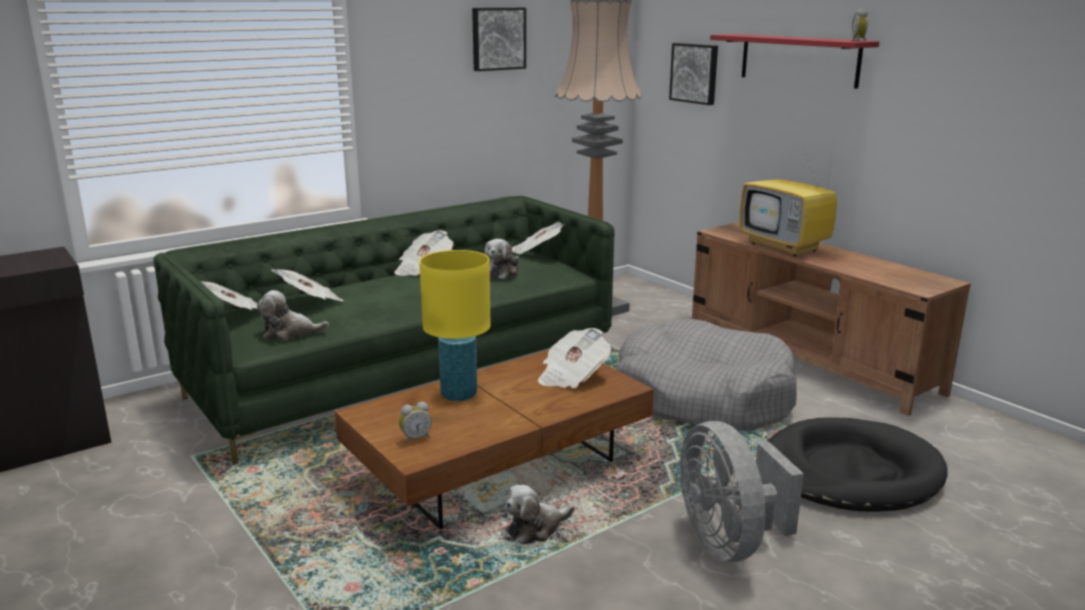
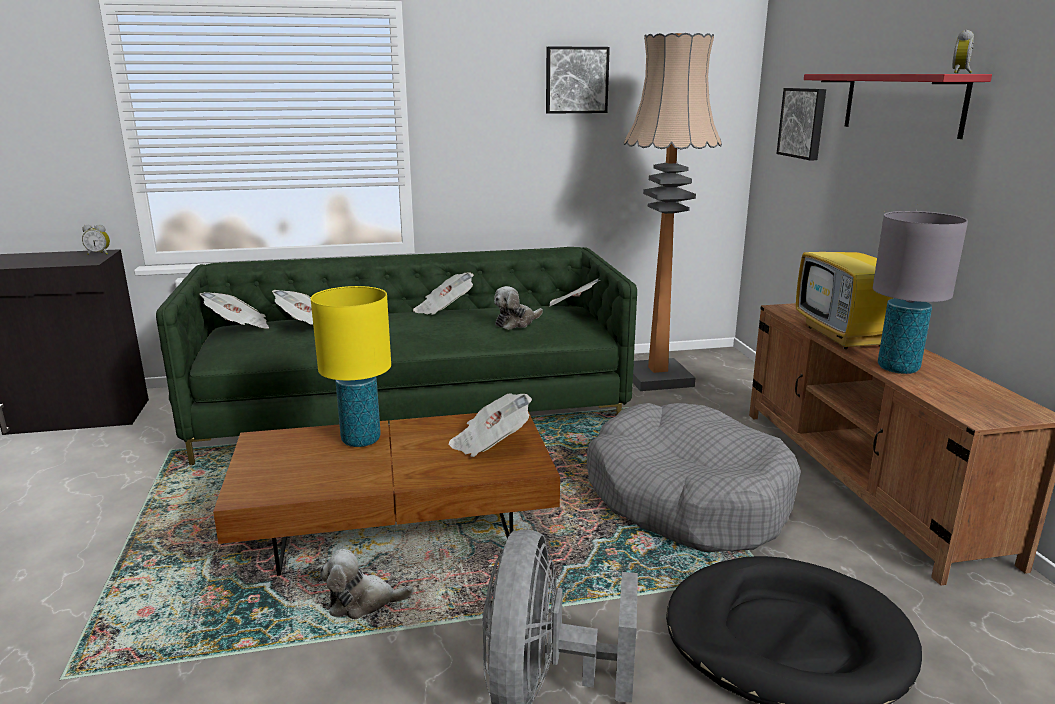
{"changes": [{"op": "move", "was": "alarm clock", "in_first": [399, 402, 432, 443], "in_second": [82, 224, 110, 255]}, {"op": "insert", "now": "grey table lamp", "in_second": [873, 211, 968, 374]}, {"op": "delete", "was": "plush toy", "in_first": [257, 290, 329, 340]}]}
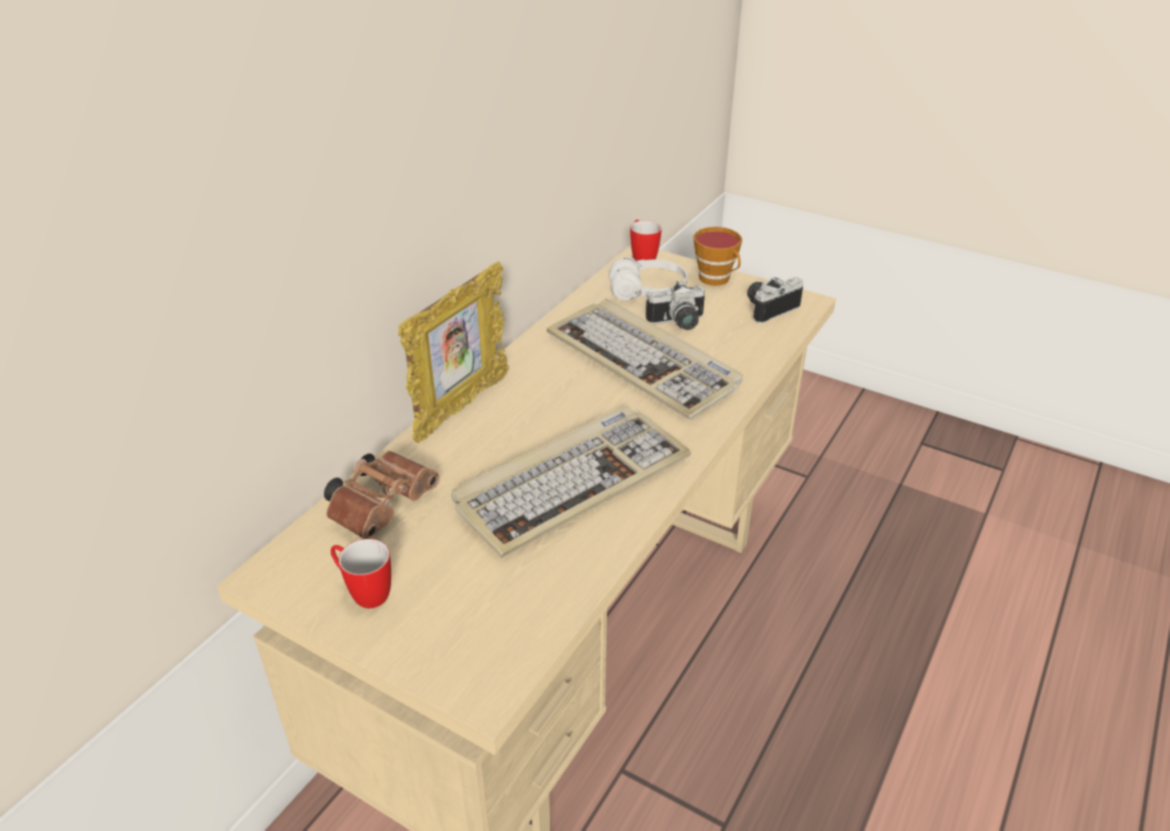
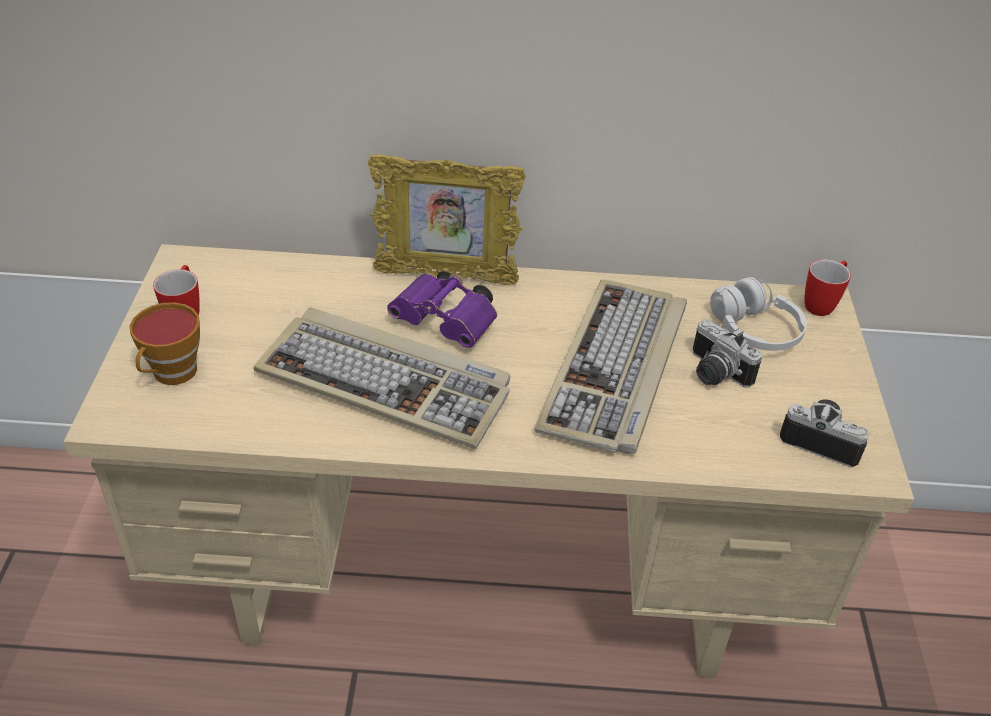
{"changes": [{"op": "move", "was": "cup", "in_first": [693, 227, 742, 286], "in_second": [130, 302, 200, 385]}, {"op": "insert", "now": "purple binoculars", "in_second": [387, 271, 497, 348]}, {"op": "delete", "was": "brown binoculars", "in_first": [324, 451, 439, 539]}]}
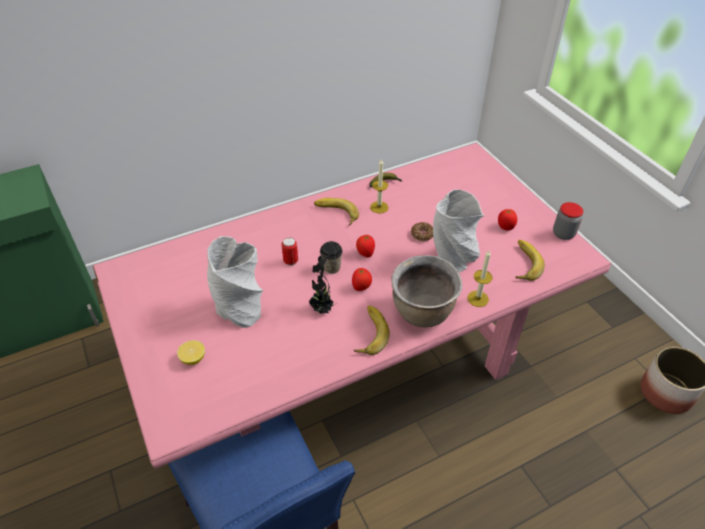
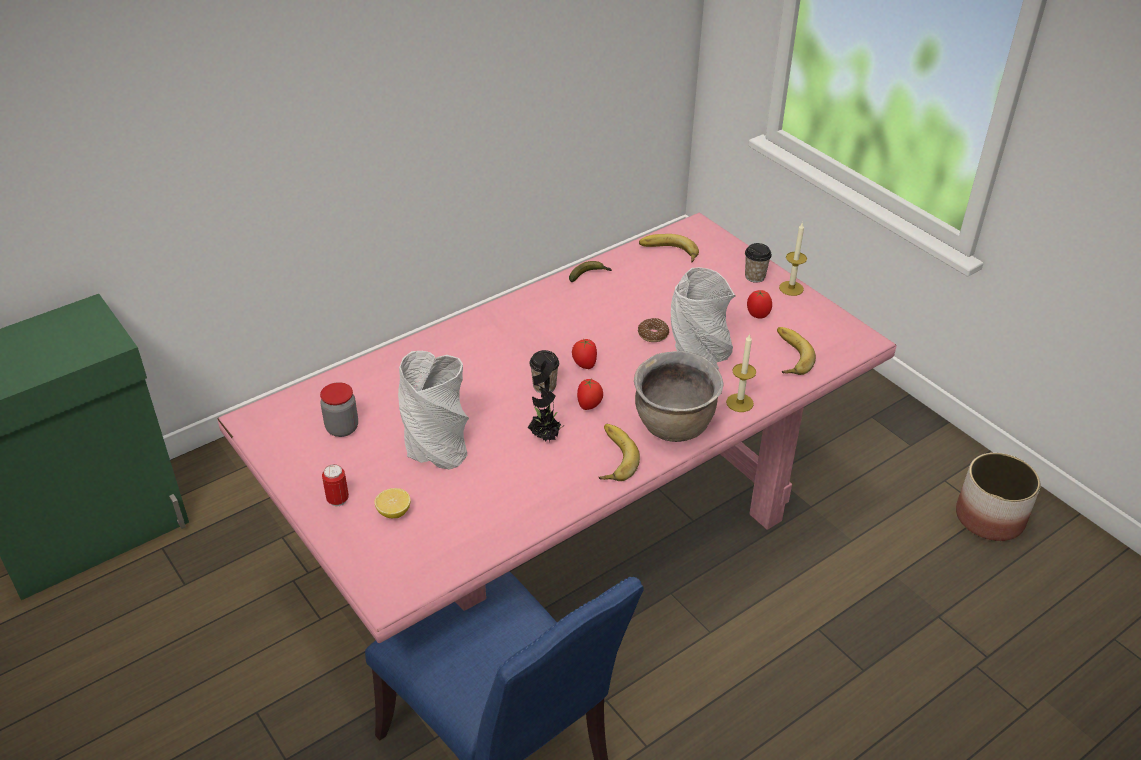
{"changes": [{"op": "move", "was": "jar", "in_first": [553, 202, 583, 240], "in_second": [320, 382, 358, 437]}, {"op": "move", "was": "can", "in_first": [281, 237, 298, 266], "in_second": [322, 464, 349, 506]}, {"op": "move", "was": "banana", "in_first": [314, 198, 359, 225], "in_second": [639, 234, 699, 263]}, {"op": "insert", "now": "cup", "in_second": [745, 243, 772, 283]}, {"op": "move", "was": "candle", "in_first": [370, 158, 388, 214], "in_second": [779, 223, 807, 296]}]}
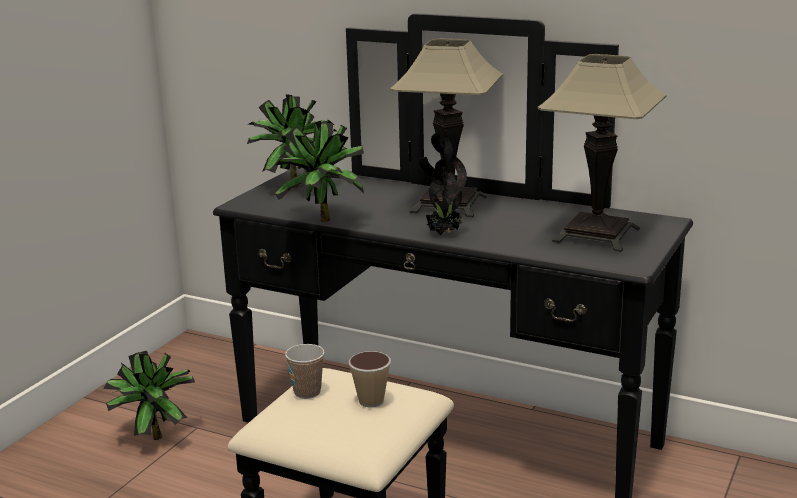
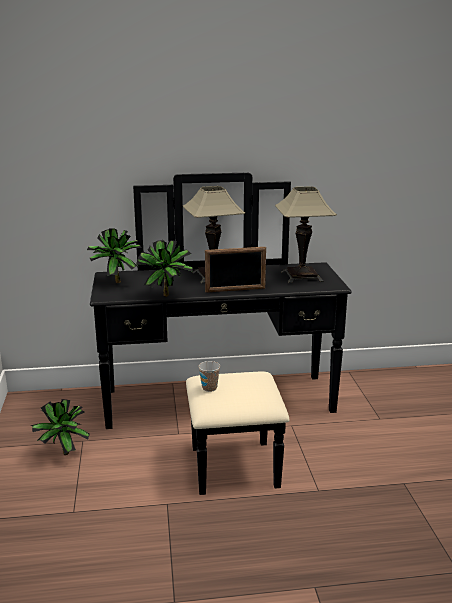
{"changes": [{"op": "replace", "was": "potted plant", "now": "picture frame", "in_first": [418, 133, 467, 235], "in_second": [205, 247, 266, 293]}, {"op": "delete", "was": "cup", "in_first": [349, 351, 391, 408]}]}
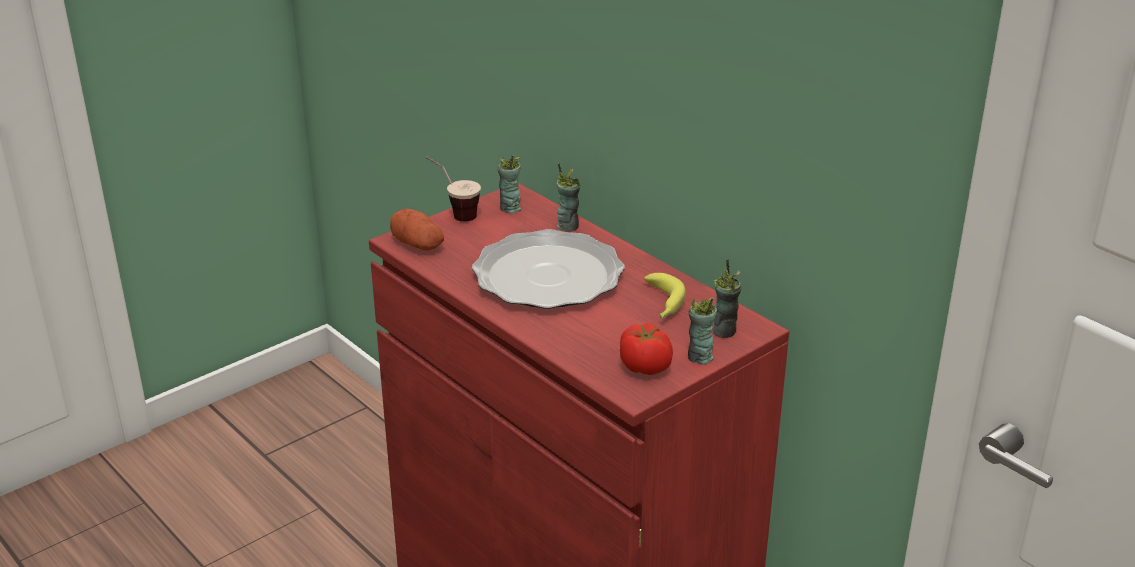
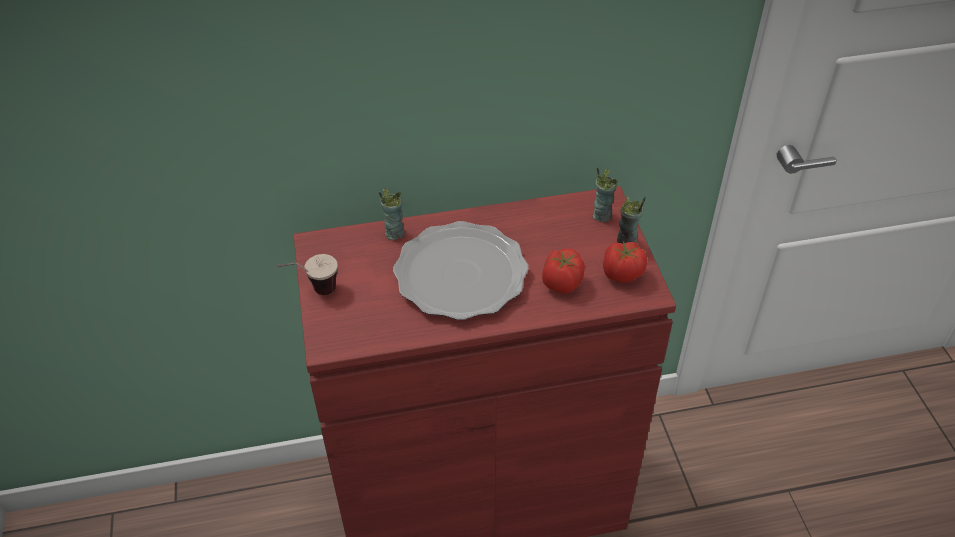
{"changes": [{"op": "insert", "now": "tomato", "in_second": [542, 248, 585, 293]}, {"op": "delete", "was": "potato", "in_first": [390, 208, 444, 251]}, {"op": "delete", "was": "cup", "in_first": [497, 155, 521, 214]}, {"op": "delete", "was": "banana", "in_first": [644, 273, 686, 319]}]}
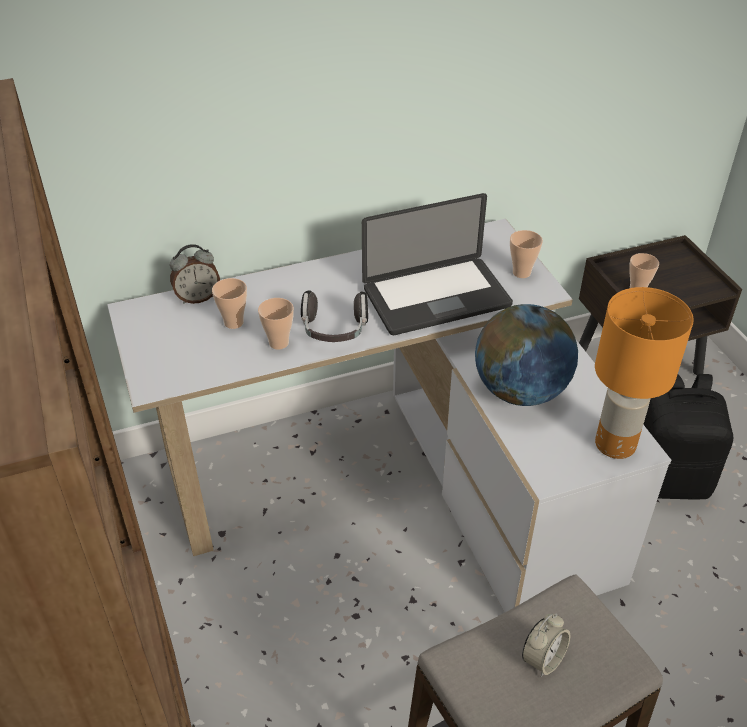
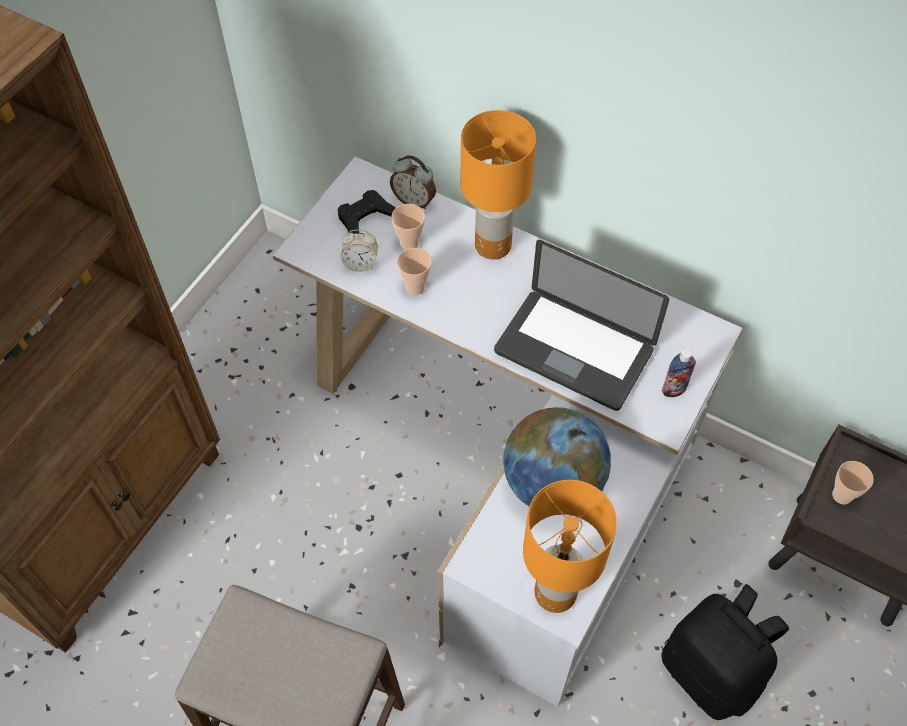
{"changes": [{"op": "insert", "now": "black game controller", "in_second": [338, 190, 396, 234]}, {"op": "move", "was": "alarm clock", "in_first": [522, 614, 571, 677], "in_second": [341, 230, 378, 272]}, {"op": "insert", "now": "orange table lamp", "in_second": [461, 110, 536, 259]}, {"op": "replace", "was": "cup", "now": "bottle", "in_first": [510, 230, 543, 278], "in_second": [662, 348, 696, 397]}, {"op": "delete", "was": "headphones", "in_first": [301, 290, 368, 342]}]}
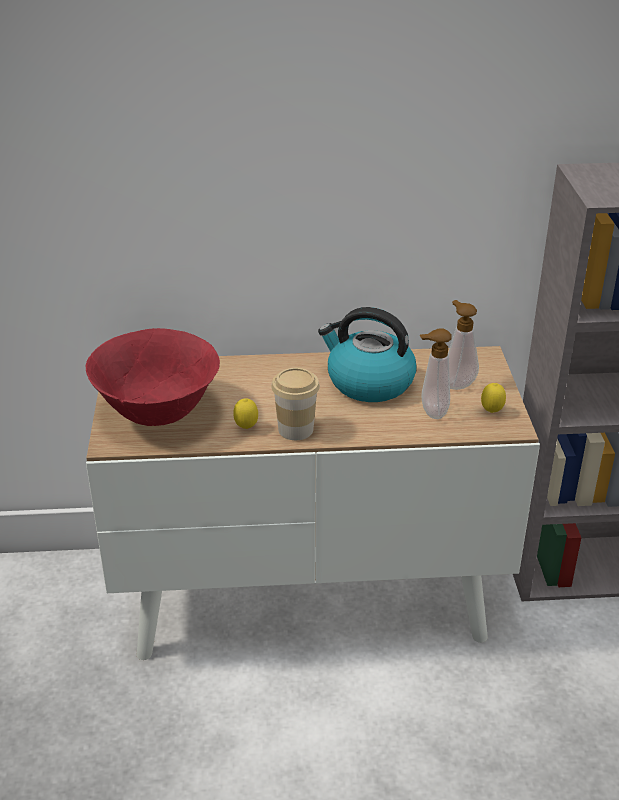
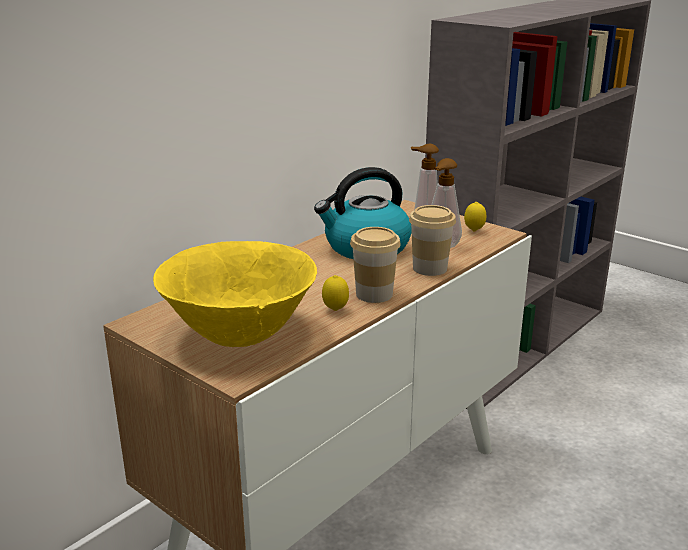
{"changes": [{"op": "recolor", "was": "red bowl", "now": "yellow bowl", "in_first": [85, 328, 220, 426], "in_second": [153, 241, 317, 347]}, {"op": "insert", "now": "cup", "in_second": [409, 205, 456, 276]}]}
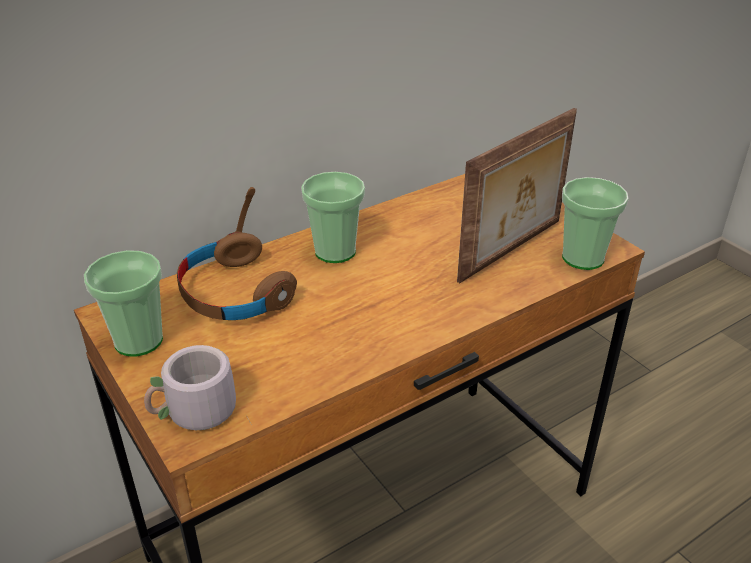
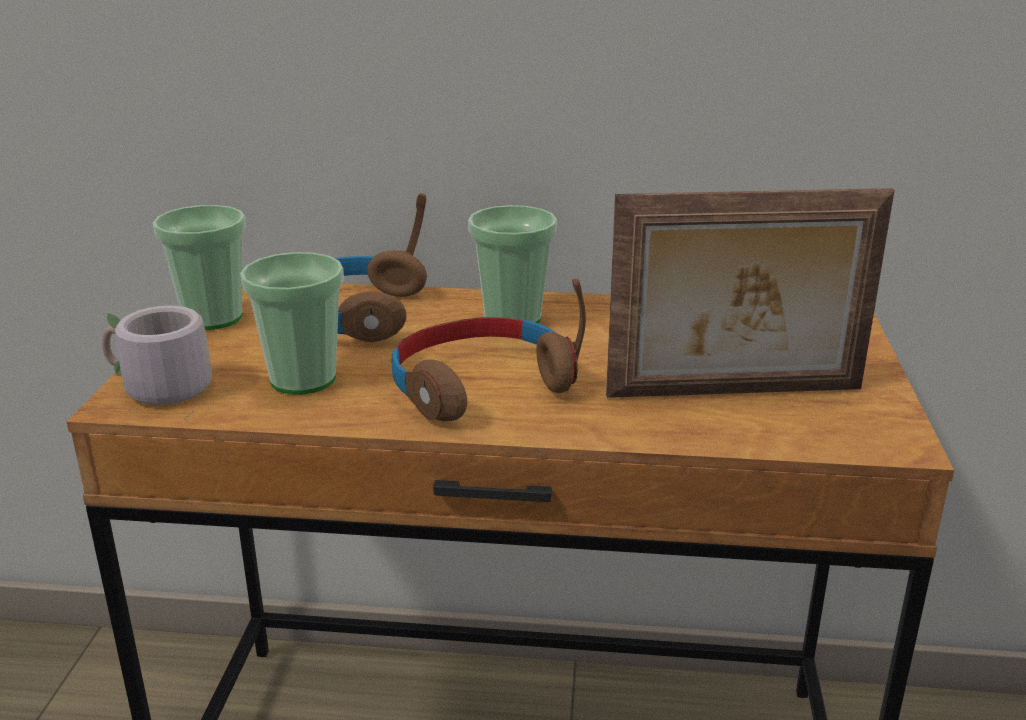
{"changes": [{"op": "move", "was": "cup", "in_first": [562, 177, 629, 270], "in_second": [240, 252, 344, 395]}, {"op": "insert", "now": "brown headphones", "in_second": [392, 279, 586, 421]}]}
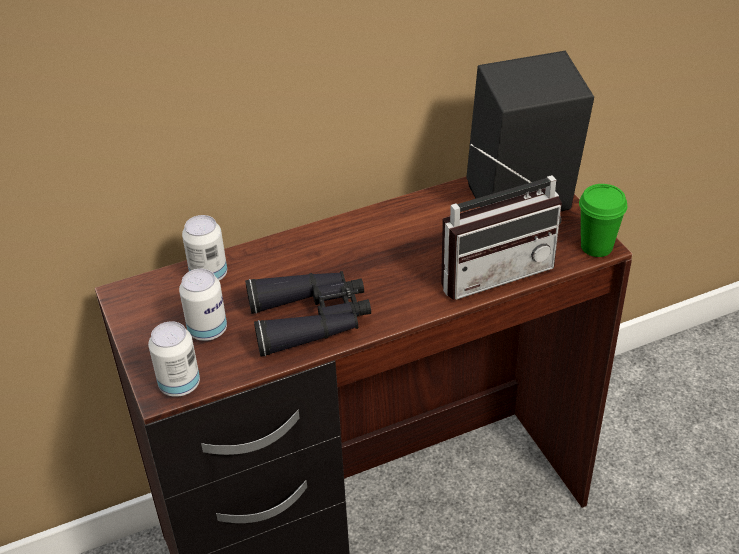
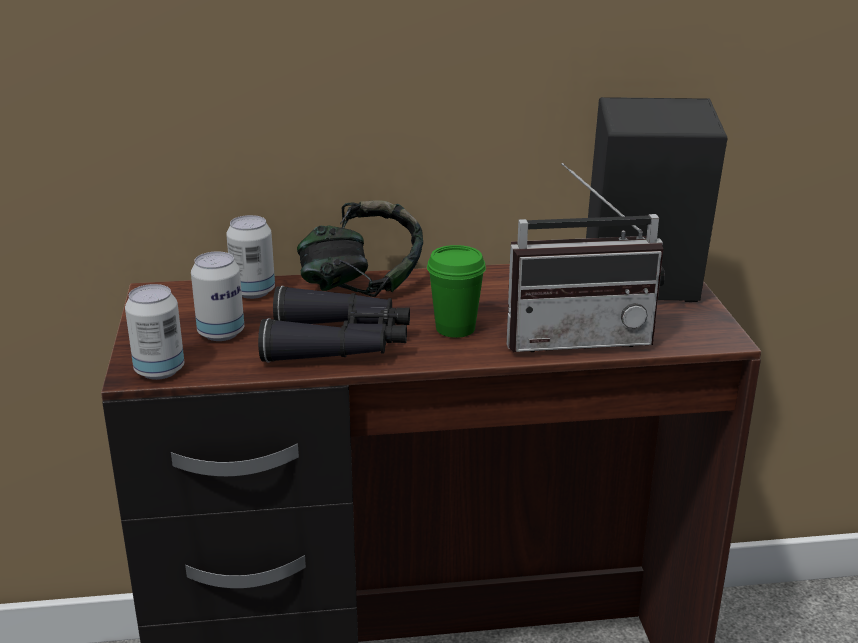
{"changes": [{"op": "insert", "now": "headphones", "in_second": [297, 200, 423, 297]}, {"op": "move", "was": "green cup", "in_first": [579, 184, 627, 257], "in_second": [427, 245, 486, 338]}]}
